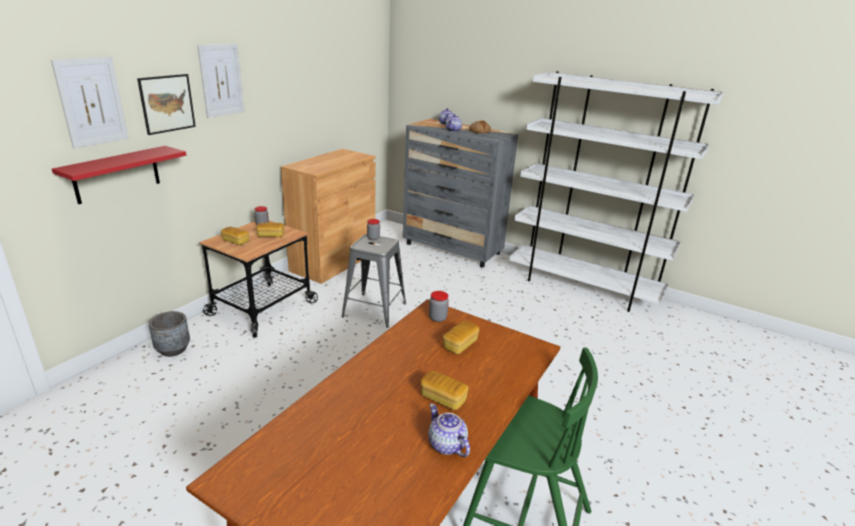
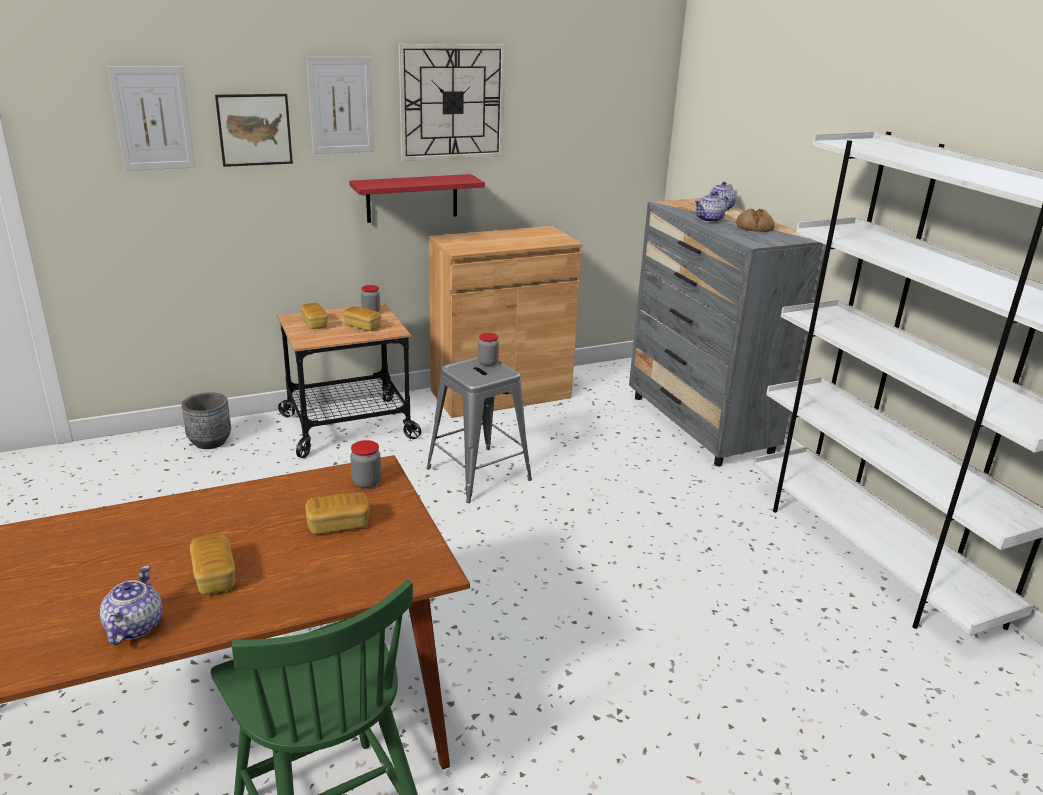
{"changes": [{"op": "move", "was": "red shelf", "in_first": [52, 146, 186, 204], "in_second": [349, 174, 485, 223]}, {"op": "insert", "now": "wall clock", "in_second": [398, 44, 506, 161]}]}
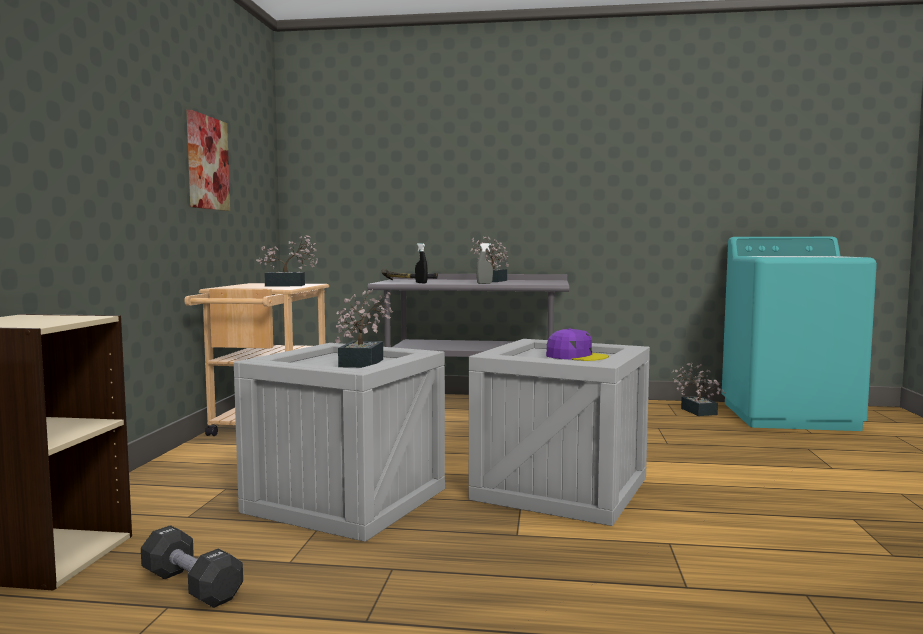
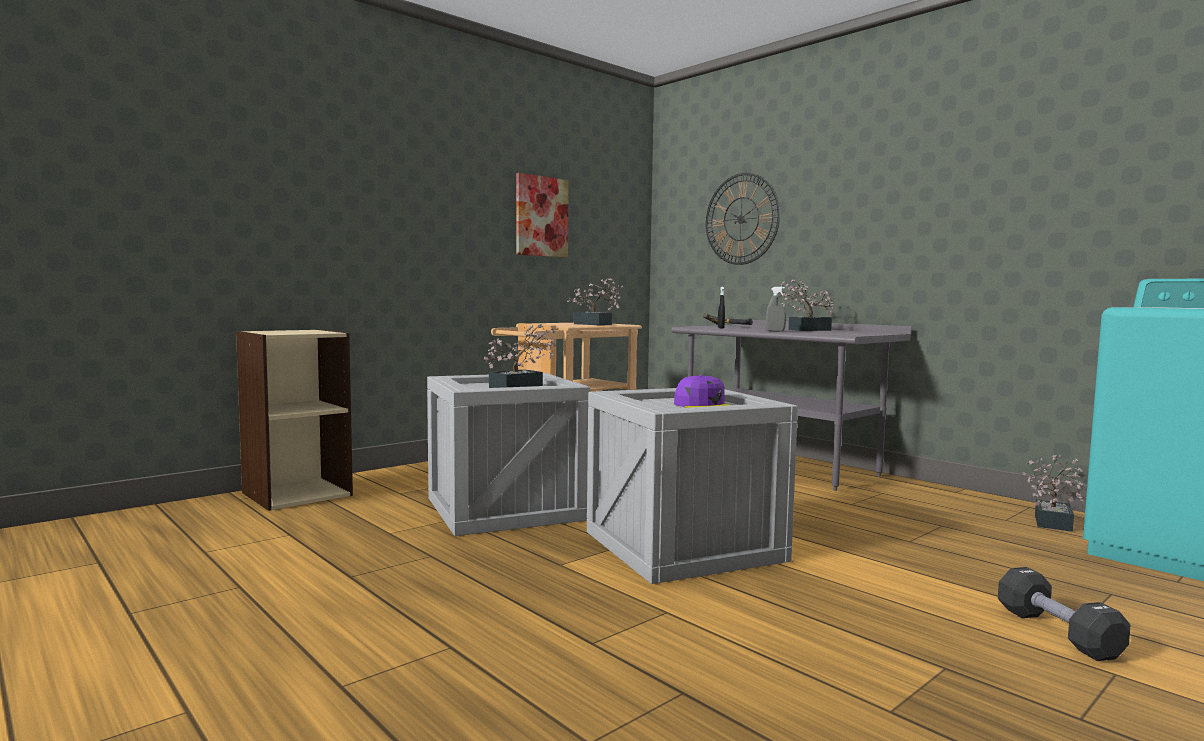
{"changes": [{"op": "insert", "now": "wall clock", "in_second": [706, 173, 780, 265]}, {"op": "move", "was": "black dumbbell", "in_first": [141, 525, 243, 608], "in_second": [998, 567, 1130, 661]}]}
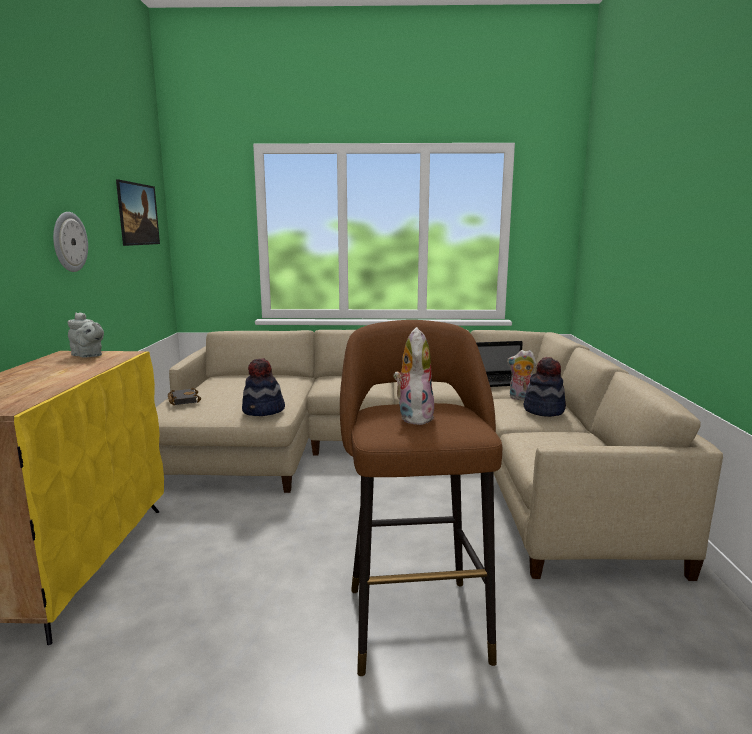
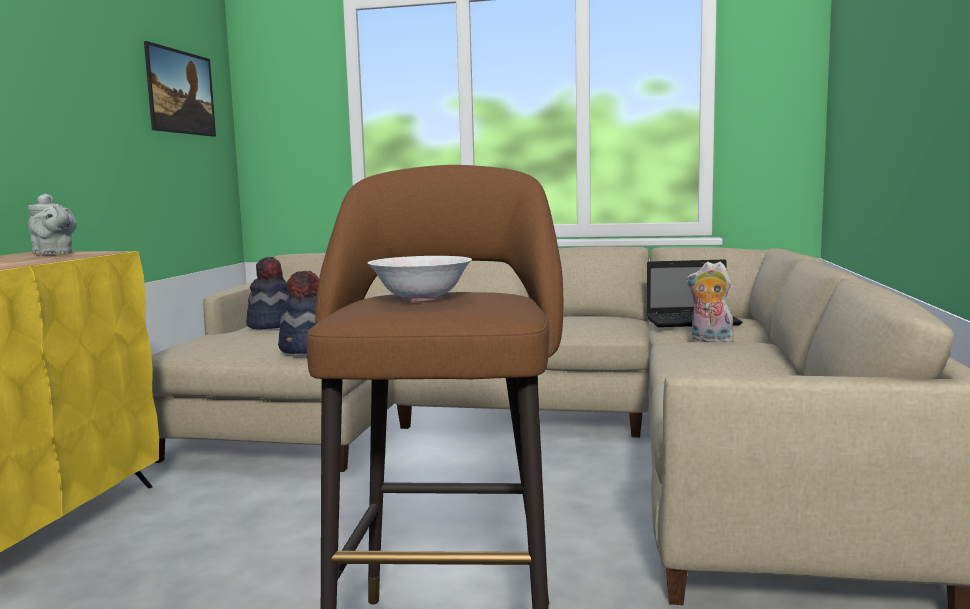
{"changes": [{"op": "move", "was": "hat", "in_first": [524, 357, 566, 417], "in_second": [246, 257, 289, 329]}, {"op": "replace", "was": "plush toy", "now": "white bowl", "in_first": [393, 327, 435, 425], "in_second": [368, 256, 472, 302]}, {"op": "delete", "was": "wall clock", "in_first": [53, 212, 88, 272]}, {"op": "delete", "was": "black book", "in_first": [168, 388, 201, 405]}]}
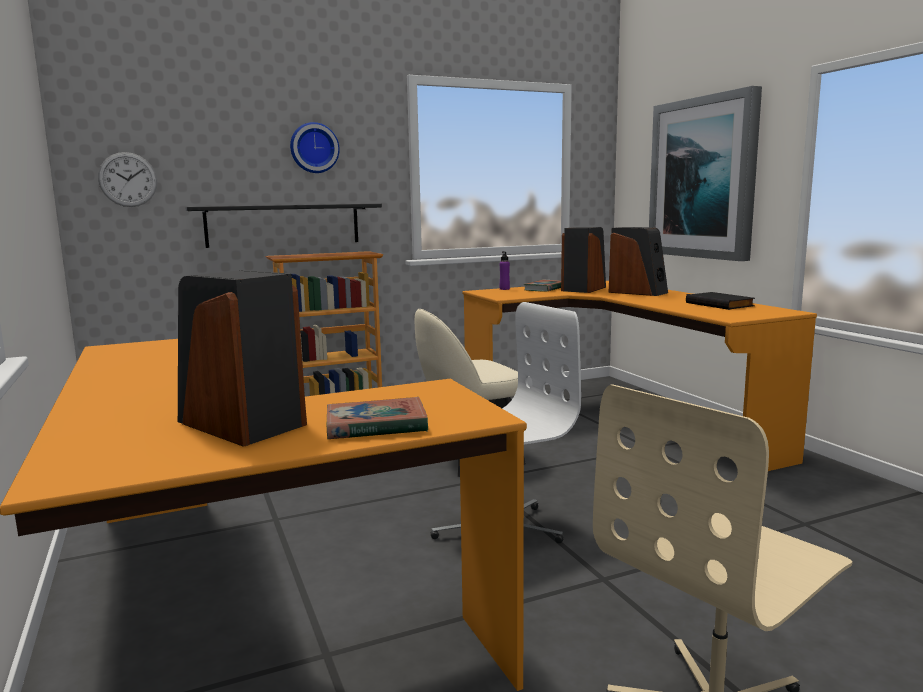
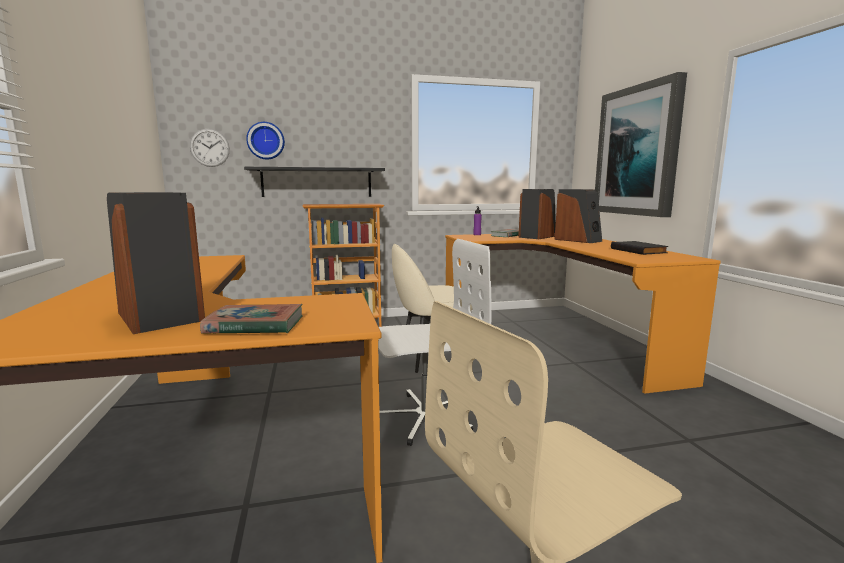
{"changes": [{"op": "move", "was": "wall clock", "in_first": [290, 122, 340, 173], "in_second": [246, 122, 285, 160]}]}
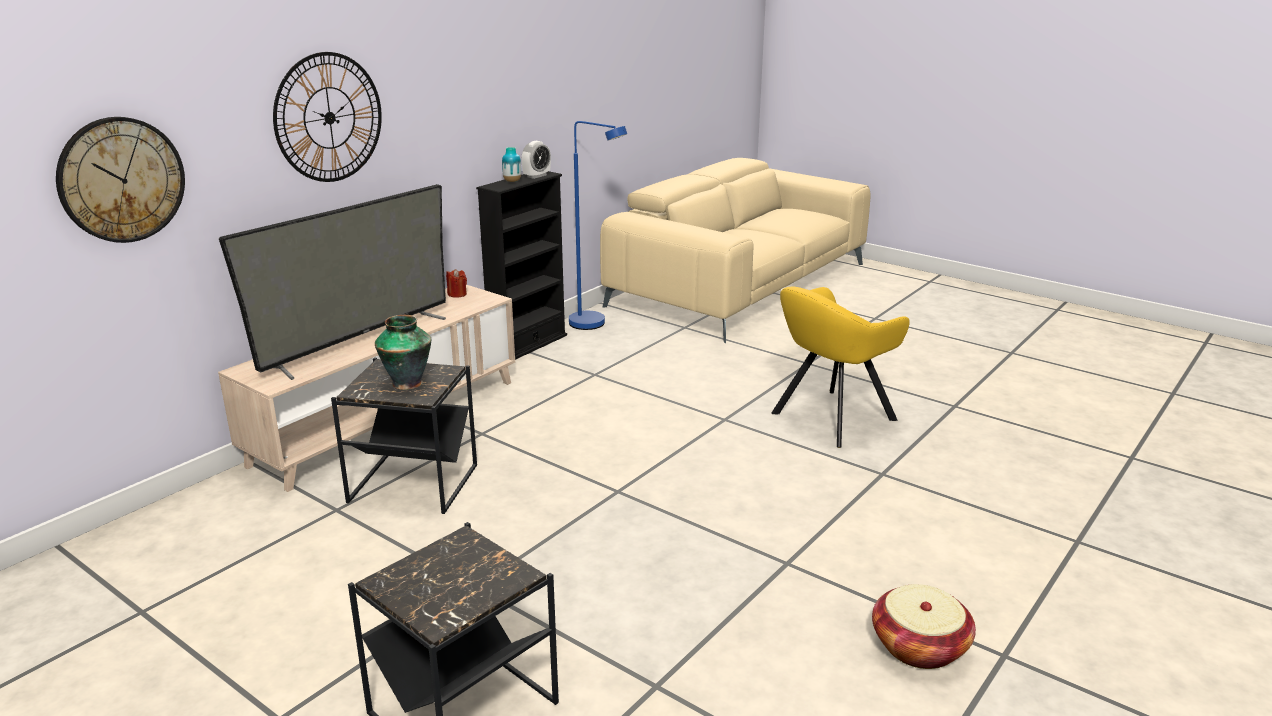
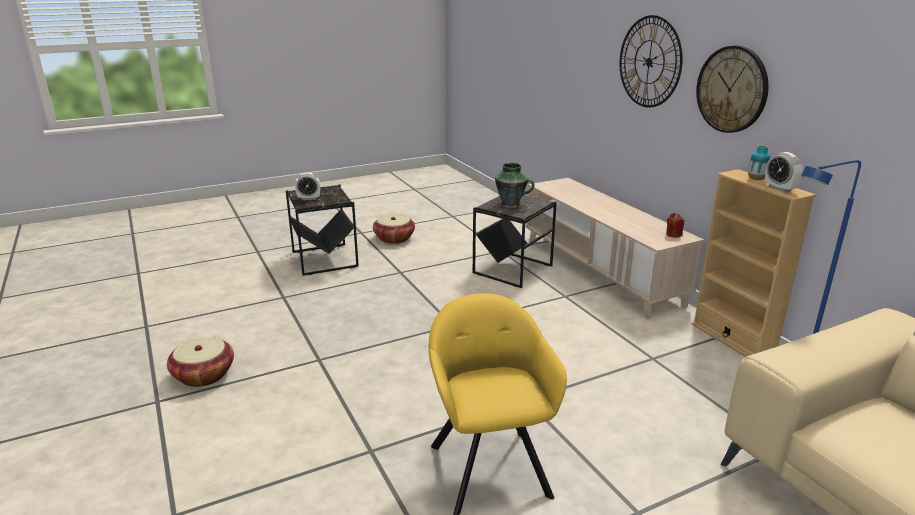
{"changes": [{"op": "insert", "now": "alarm clock", "in_second": [295, 172, 320, 200]}, {"op": "insert", "now": "basket", "in_second": [373, 214, 415, 244]}, {"op": "recolor", "was": "black bookcase", "now": "beige bookcase", "in_first": [476, 171, 567, 360], "in_second": [692, 169, 816, 357]}, {"op": "move", "was": "wall clock", "in_first": [56, 117, 185, 243], "in_second": [696, 46, 769, 133]}, {"op": "delete", "was": "television", "in_first": [219, 184, 446, 380]}]}
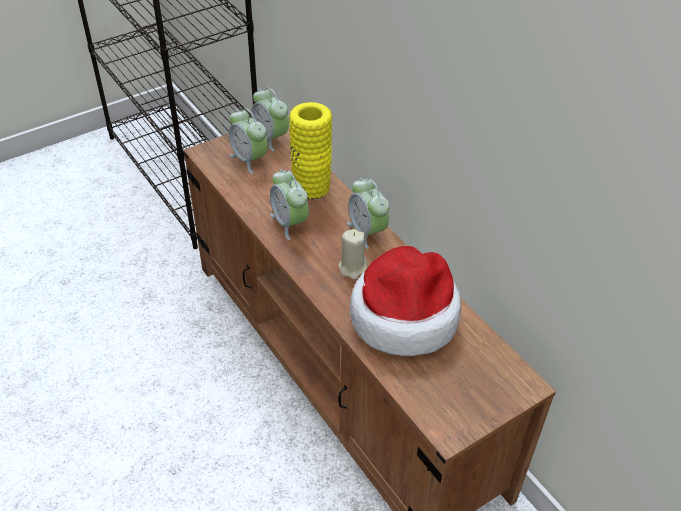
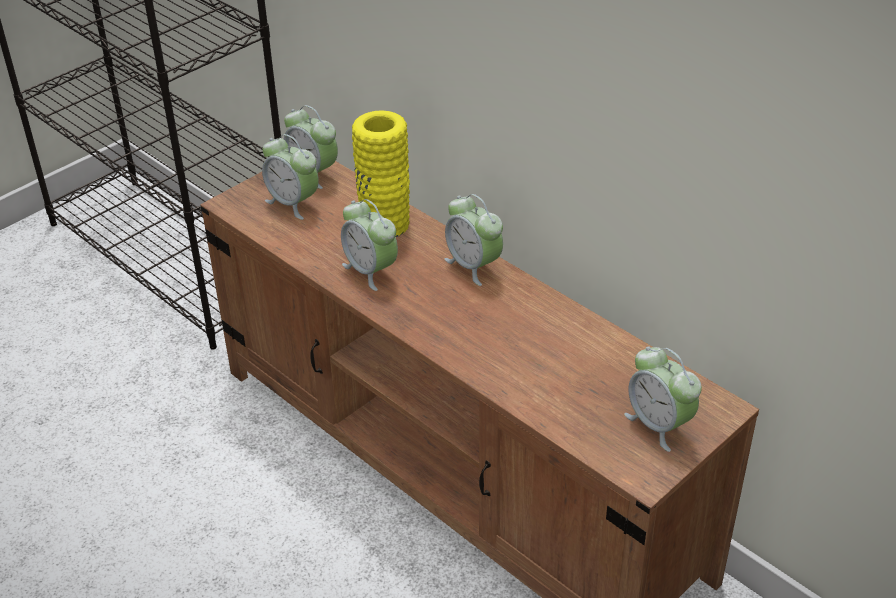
{"changes": [{"op": "insert", "now": "alarm clock", "in_second": [624, 346, 702, 452]}, {"op": "delete", "was": "beige candle", "in_first": [339, 229, 368, 280]}, {"op": "delete", "was": "hat", "in_first": [350, 246, 461, 356]}]}
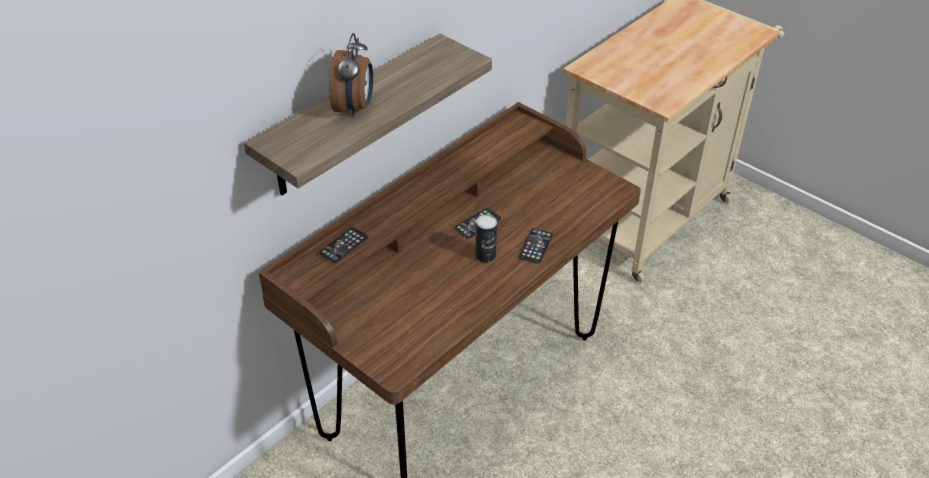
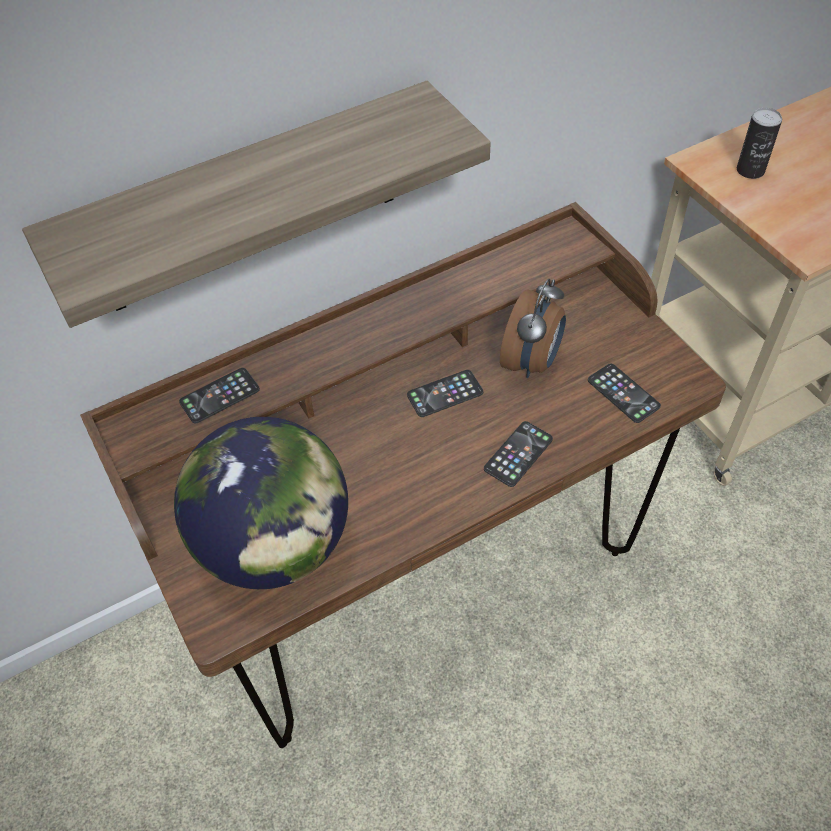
{"changes": [{"op": "insert", "now": "globe", "in_second": [174, 417, 348, 589]}, {"op": "move", "was": "alarm clock", "in_first": [329, 33, 373, 118], "in_second": [500, 278, 566, 378]}, {"op": "insert", "now": "phone", "in_second": [588, 363, 661, 423]}, {"op": "move", "was": "can", "in_first": [475, 214, 497, 263], "in_second": [737, 108, 782, 179]}]}
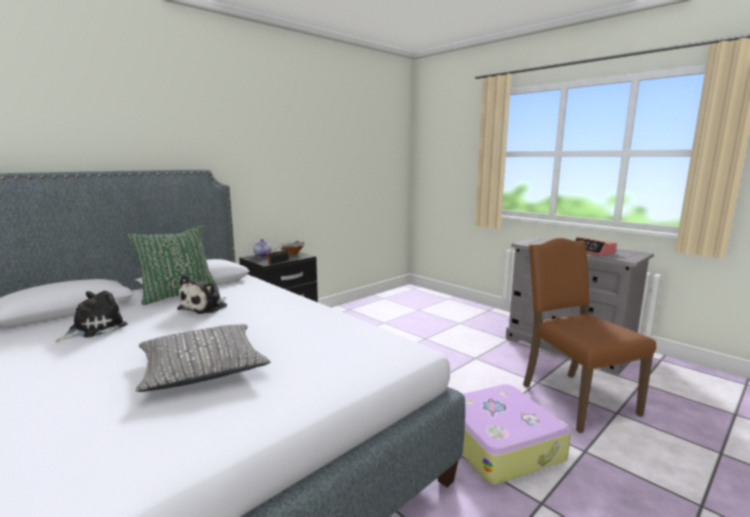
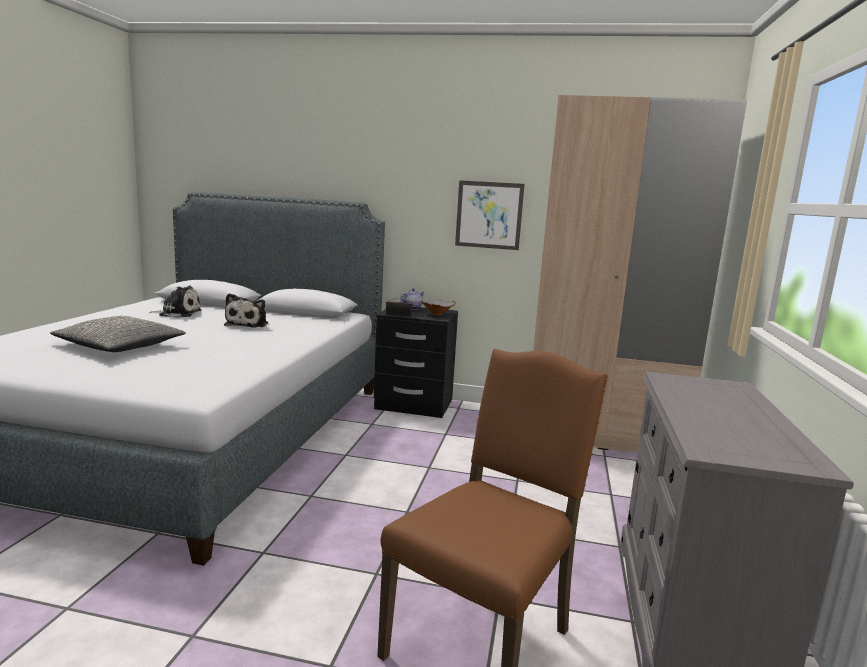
{"changes": [{"op": "rotate", "was": "plush toy", "in_first": [177, 275, 227, 314], "in_second": [224, 293, 268, 328], "clockwise": -75}, {"op": "insert", "now": "picture", "in_second": [455, 180, 525, 250]}, {"op": "insert", "now": "beige wardrobe", "in_second": [533, 95, 747, 453]}, {"op": "delete", "was": "green pillow", "in_first": [127, 225, 218, 305]}, {"op": "delete", "was": "suitcase", "in_first": [462, 384, 571, 485]}, {"op": "delete", "was": "alarm clock", "in_first": [575, 237, 617, 256]}]}
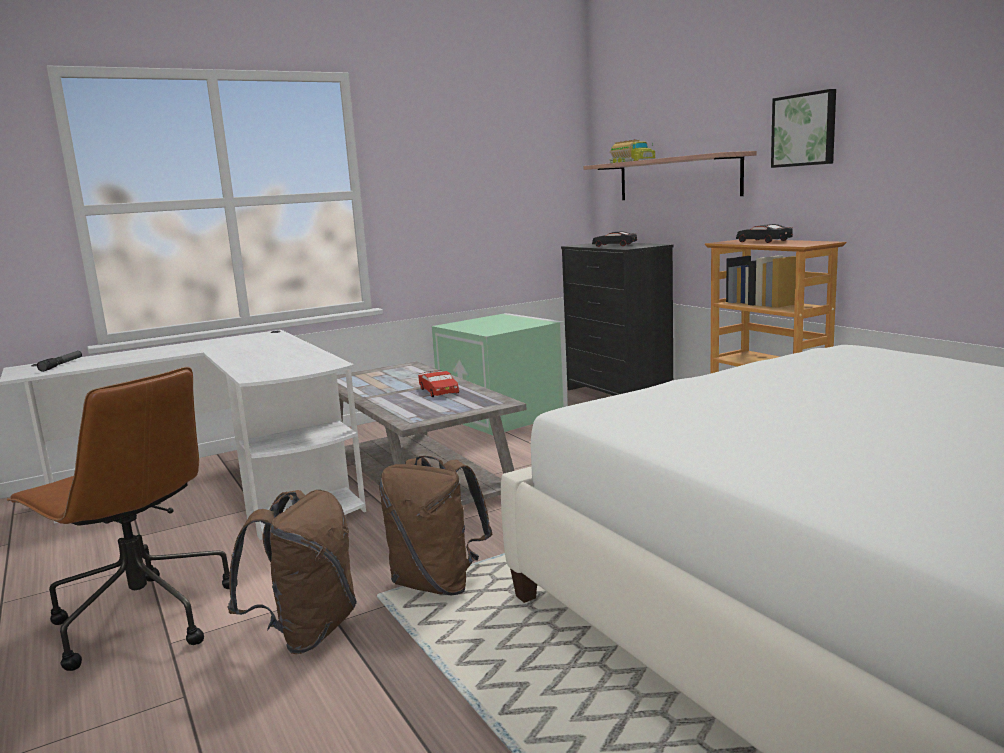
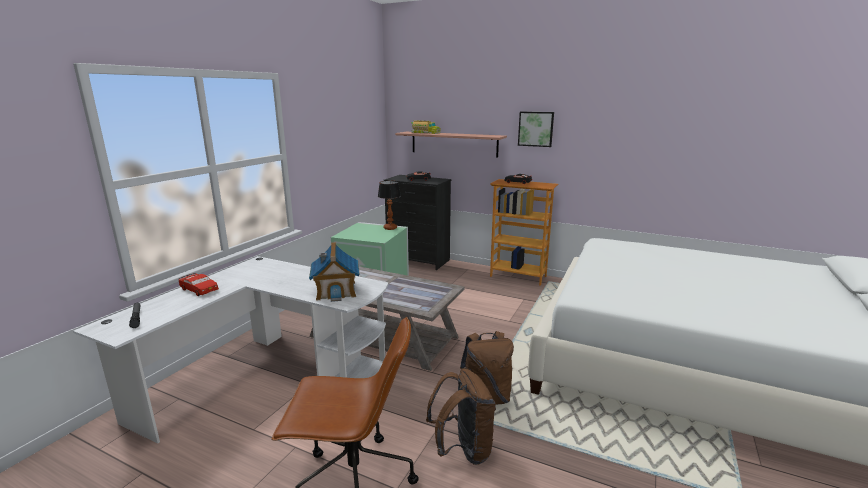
{"changes": [{"op": "move", "was": "red toy car", "in_first": [418, 370, 459, 397], "in_second": [178, 273, 219, 296]}, {"op": "insert", "now": "toy house", "in_second": [309, 242, 360, 302]}, {"op": "insert", "now": "table lamp", "in_second": [378, 181, 401, 230]}]}
